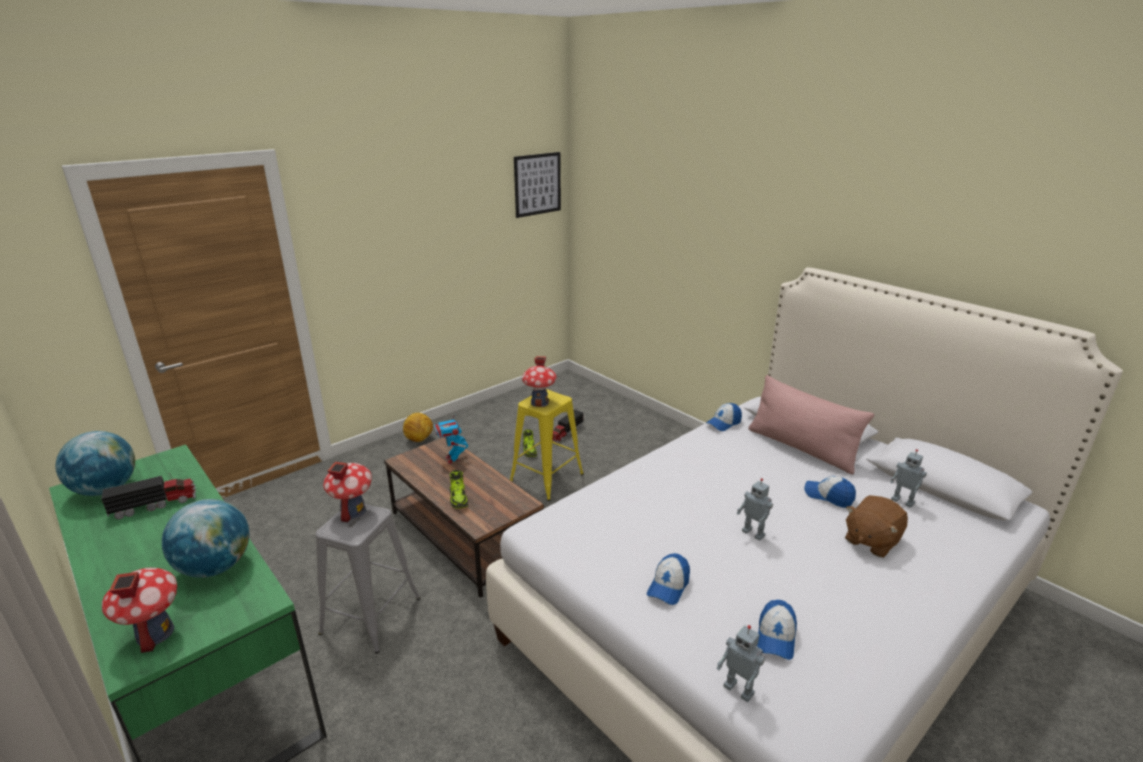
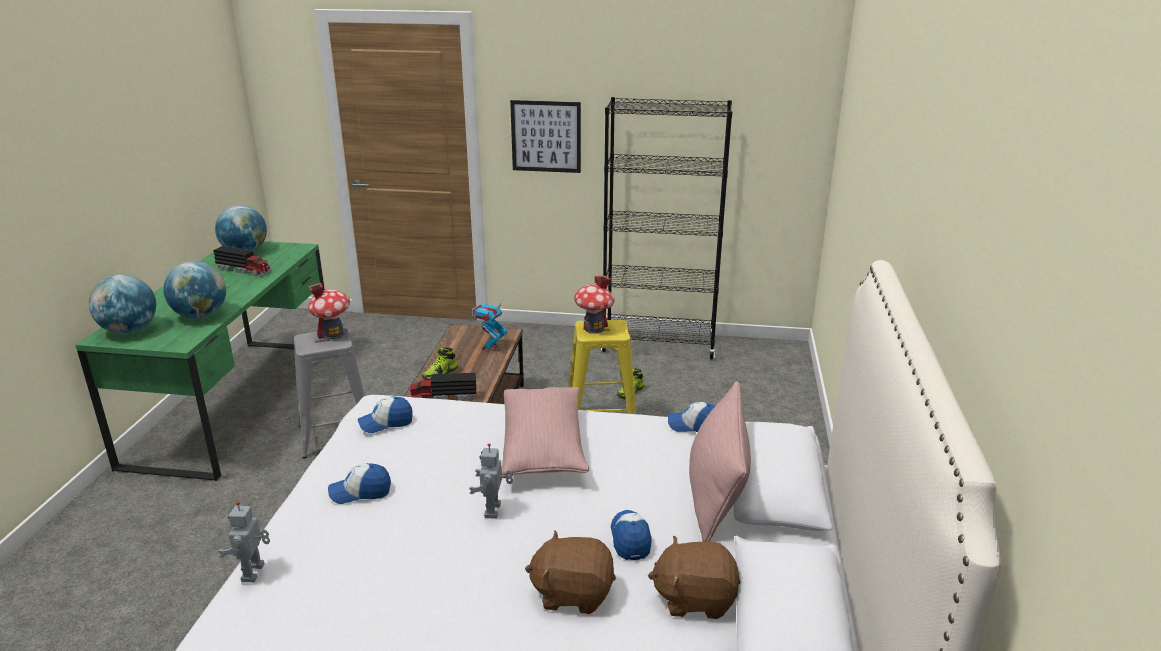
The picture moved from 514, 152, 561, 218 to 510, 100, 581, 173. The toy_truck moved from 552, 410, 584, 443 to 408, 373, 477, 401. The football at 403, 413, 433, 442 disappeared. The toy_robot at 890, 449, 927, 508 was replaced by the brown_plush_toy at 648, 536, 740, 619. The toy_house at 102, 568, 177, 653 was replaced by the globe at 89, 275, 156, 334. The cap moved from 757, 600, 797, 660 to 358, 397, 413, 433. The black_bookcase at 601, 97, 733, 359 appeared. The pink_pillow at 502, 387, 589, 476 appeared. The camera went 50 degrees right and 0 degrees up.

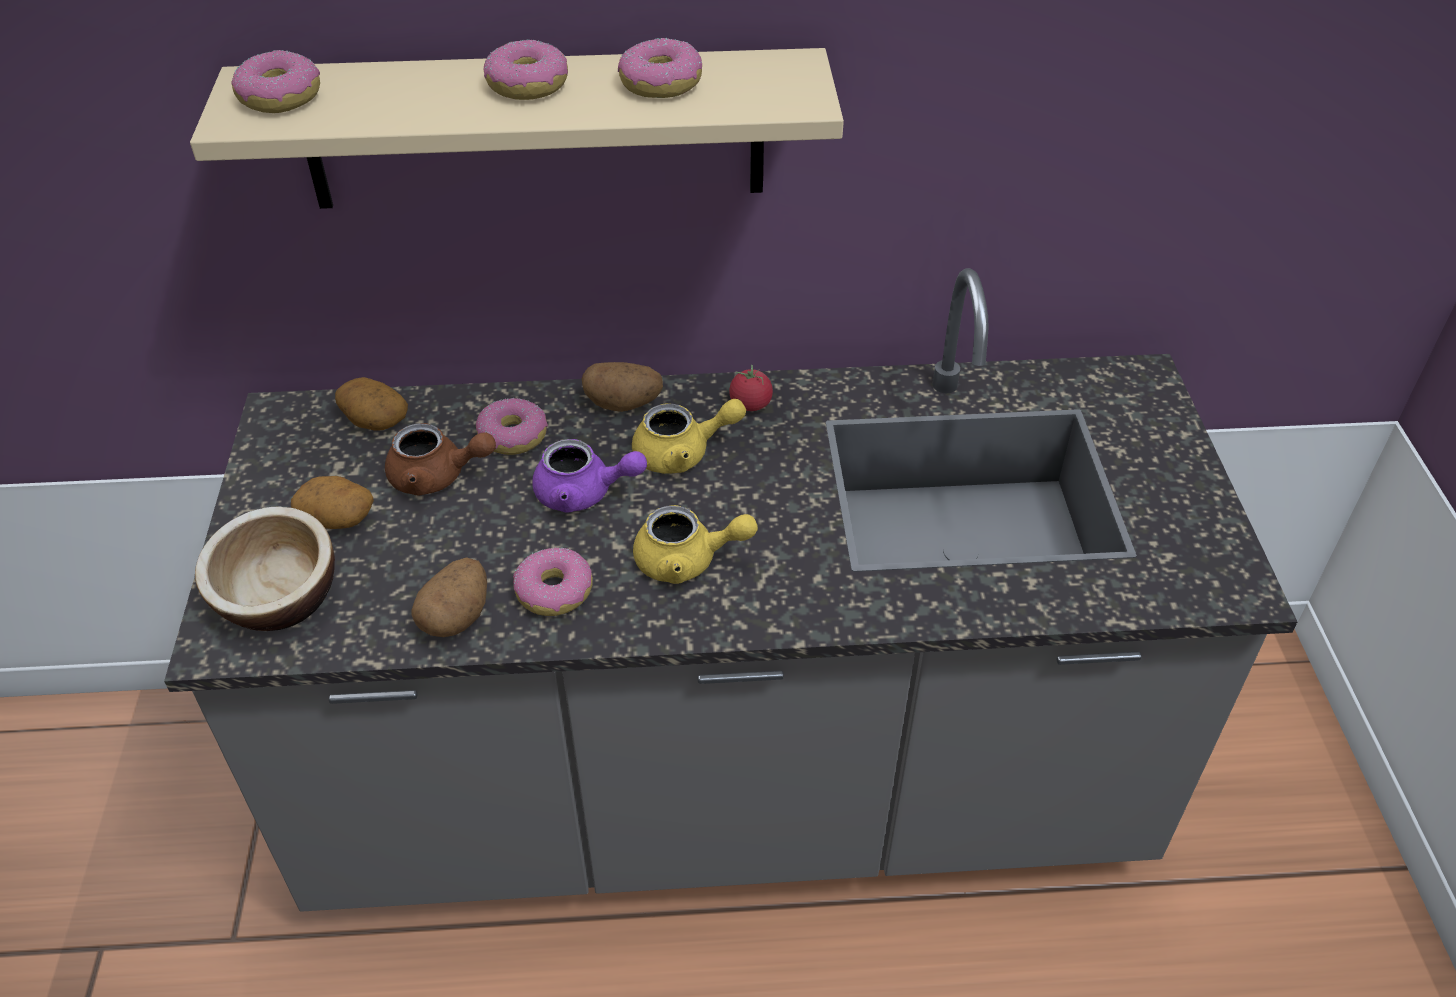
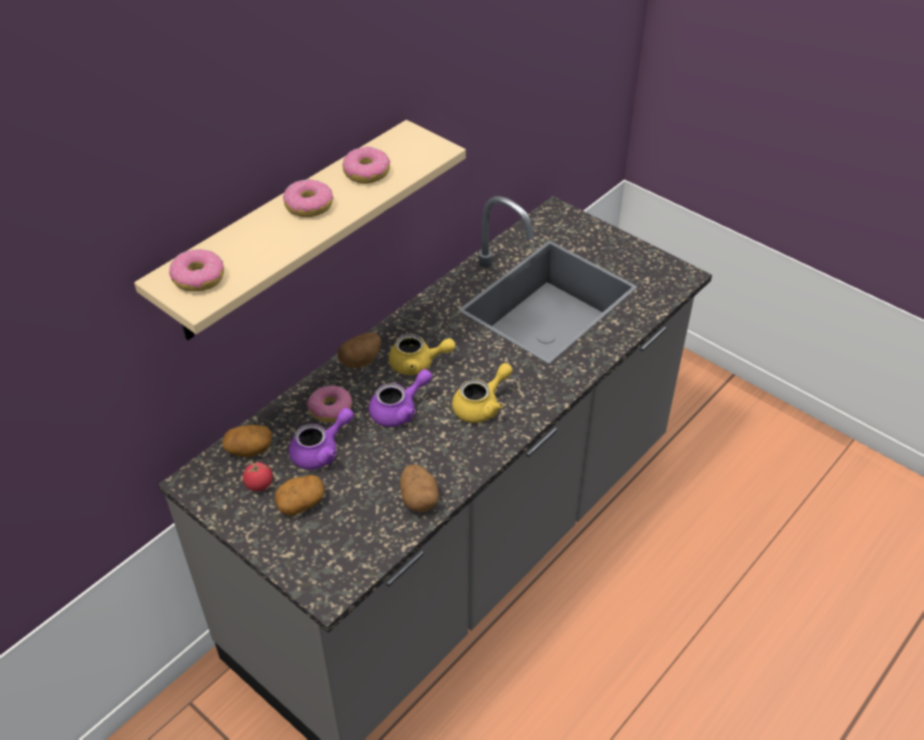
The tomato moved from 729, 365, 773, 411 to 243, 461, 273, 491. The yellow_teapot at 632, 399, 746, 474 turned 60 degrees clockwise. The brown_teapot at 385, 423, 496, 496 became the purple_teapot at 289, 408, 354, 470. The bowl at 195, 507, 335, 631 disappeared. The donut at 513, 547, 593, 616 disappeared. The camera went 45 degrees left and 0 degrees up.

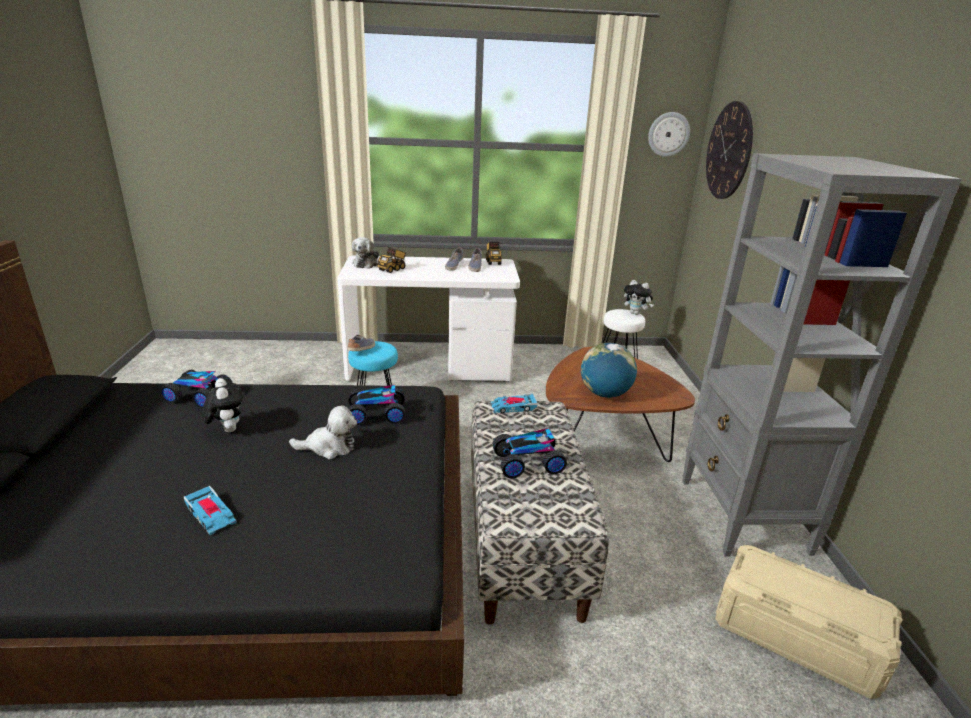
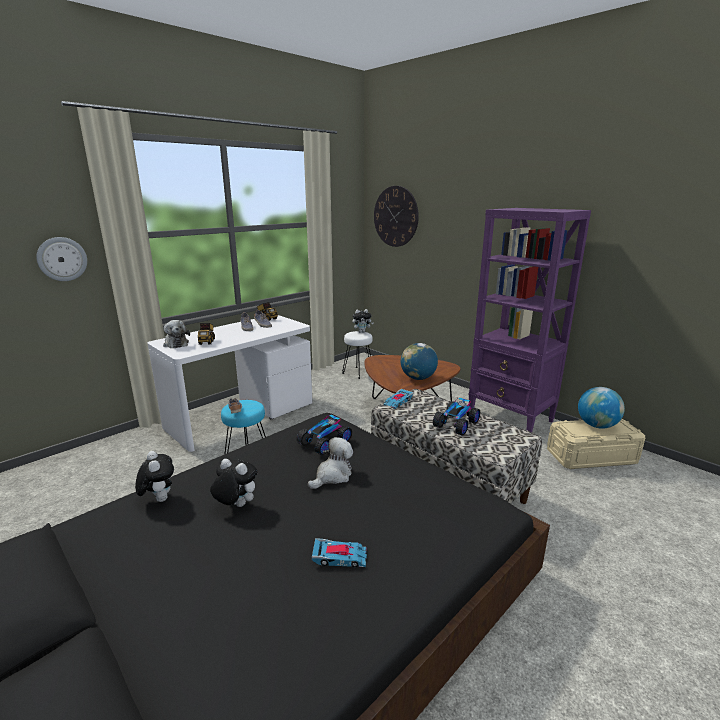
The wall_clock moved from 648, 112, 690, 157 to 36, 237, 87, 281. The grey_bookcase at 682, 153, 962, 556 became the purple_bookcase at 468, 208, 591, 432. The toy_car at 160, 370, 233, 409 was replaced by the plush_toy at 135, 451, 174, 502. The globe at 578, 387, 625, 429 appeared. The camera went 40 degrees left and 5 degrees down.

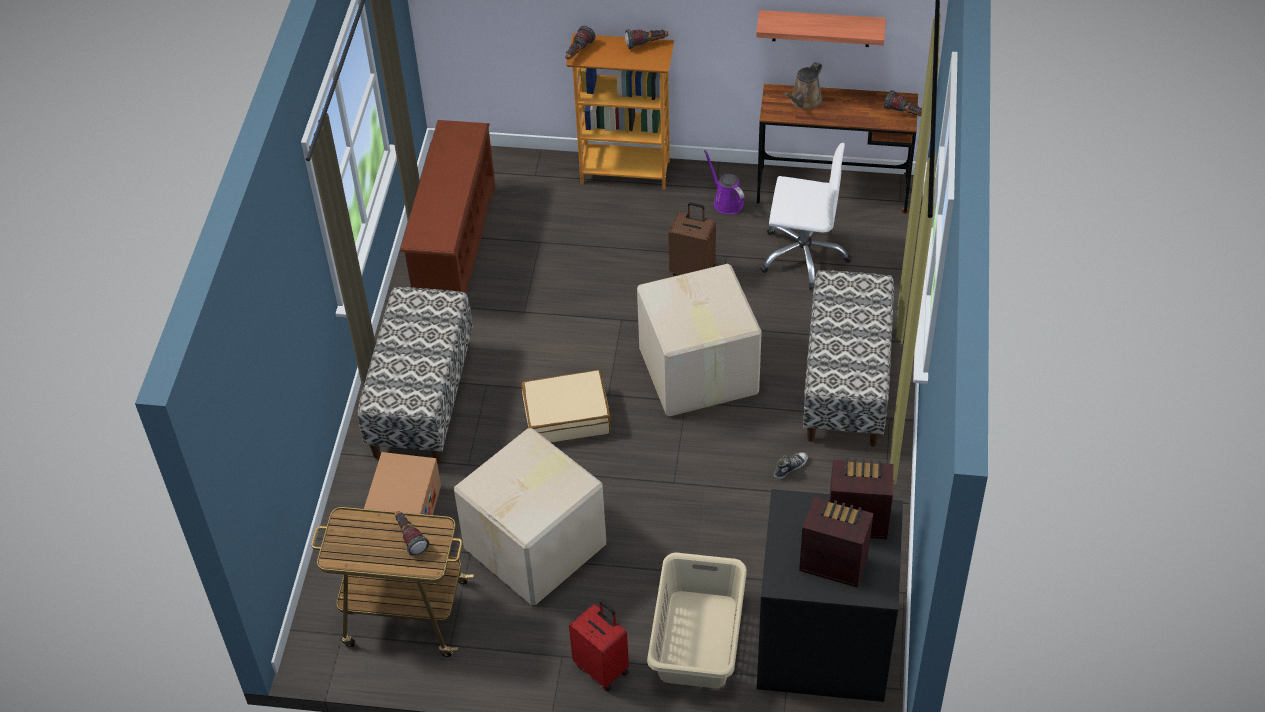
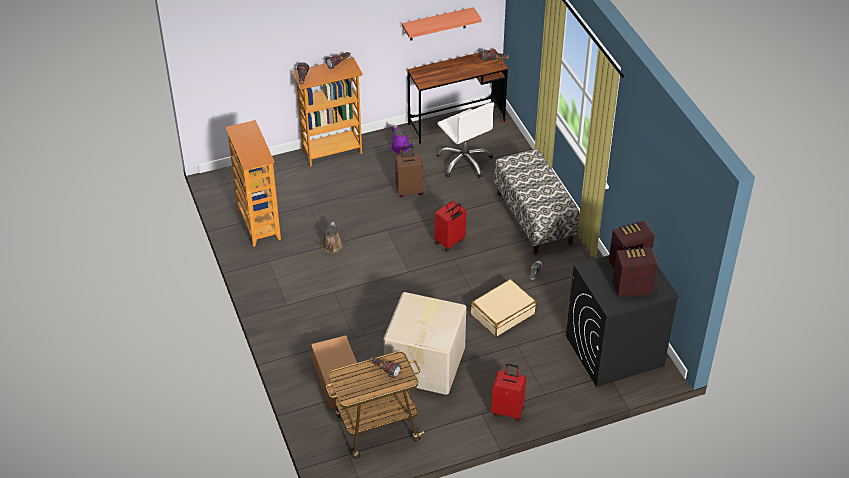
The brown_watering_can moved from 783, 62, 823, 110 to 322, 222, 343, 253. The brown_shoe_rack at 400, 120, 496, 294 was replaced by the bookcase at 225, 120, 281, 247. The white_office_chair at 760, 143, 852, 290 turned 75 degrees clockwise. The purple_watering_can at 704, 150, 744, 214 turned 150 degrees counterclockwise. The cardboard_box at 637, 264, 762, 416 was replaced by the red_suitcase at 435, 201, 466, 252. The bench at 358, 287, 473, 464 disappeared. The beige_suitcase moved from 521, 370, 611, 443 to 471, 279, 536, 337. The beige_laundry_basket at 647, 553, 747, 688 disappeared. The camera went 30 degrees left and 5 degrees down.

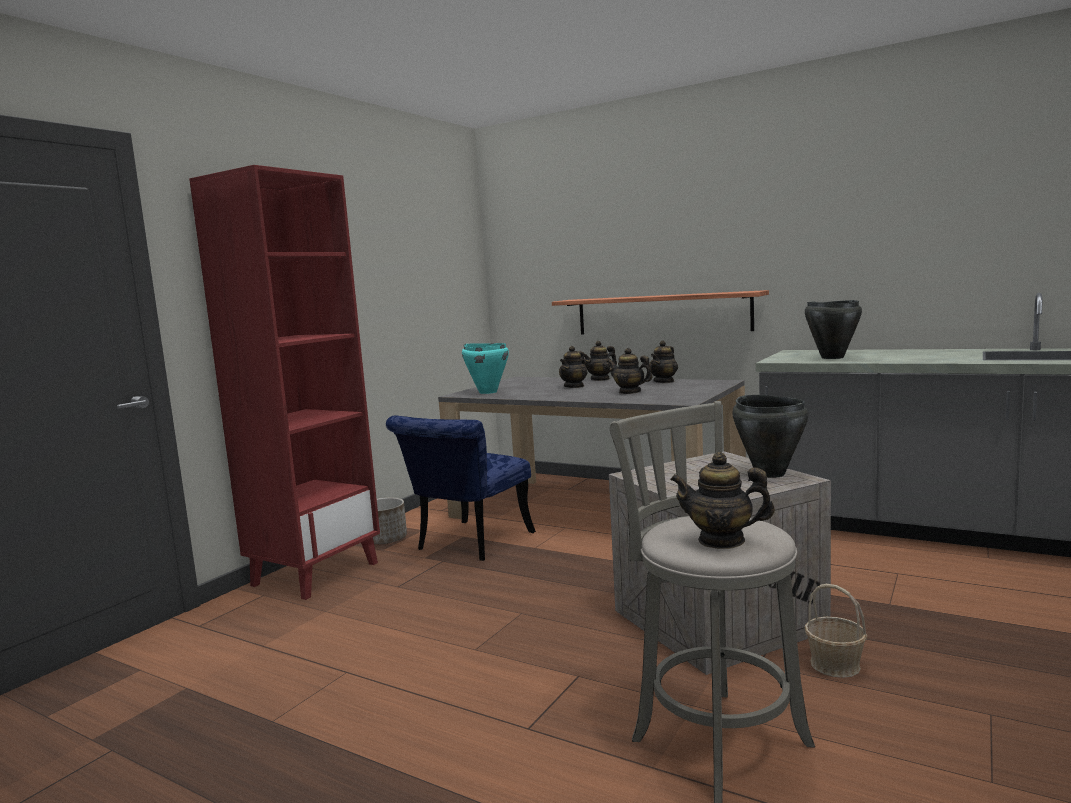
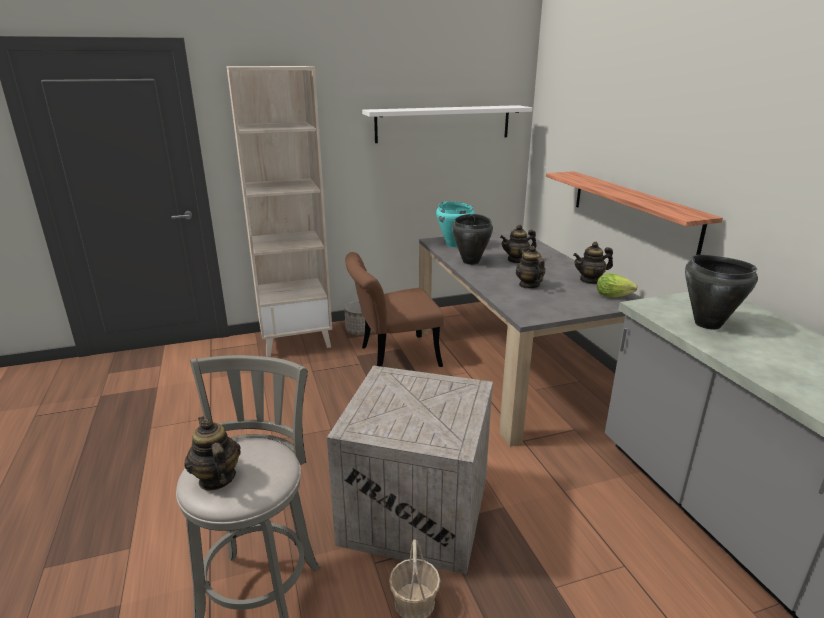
The red_bookcase at 189, 165, 380, 600 became the beige_bookcase at 226, 66, 332, 357. The teapot at 584, 341, 617, 381 disappeared. The black_cooking_pot moved from 732, 395, 808, 478 to 452, 214, 493, 265. The blue_chair at 386, 416, 536, 561 became the brown_chair at 345, 252, 444, 367. The white_shelf at 362, 105, 532, 143 appeared. The lettuce at 597, 273, 638, 298 appeared. The camera went 40 degrees right and 15 degrees up.

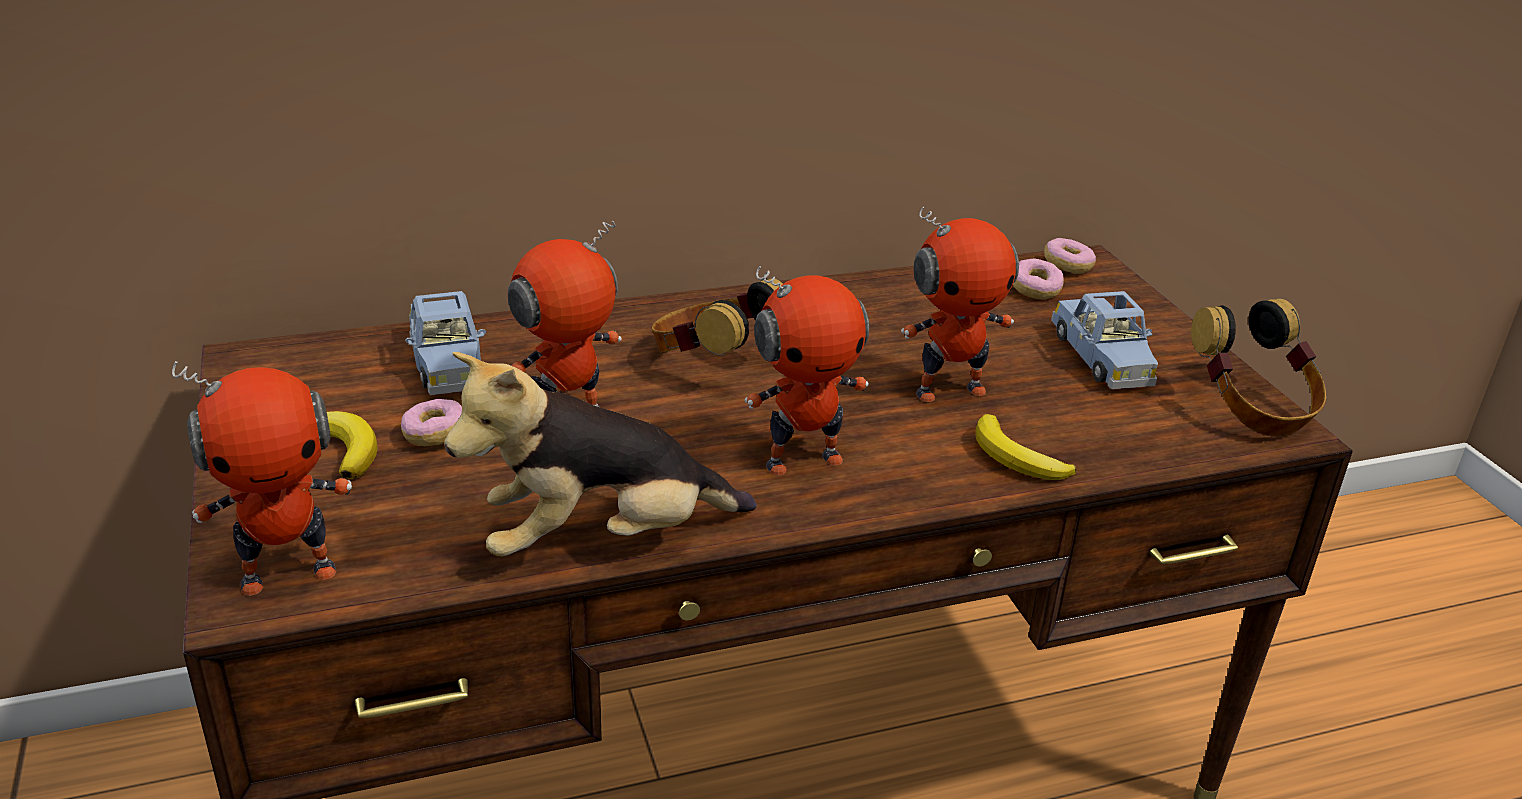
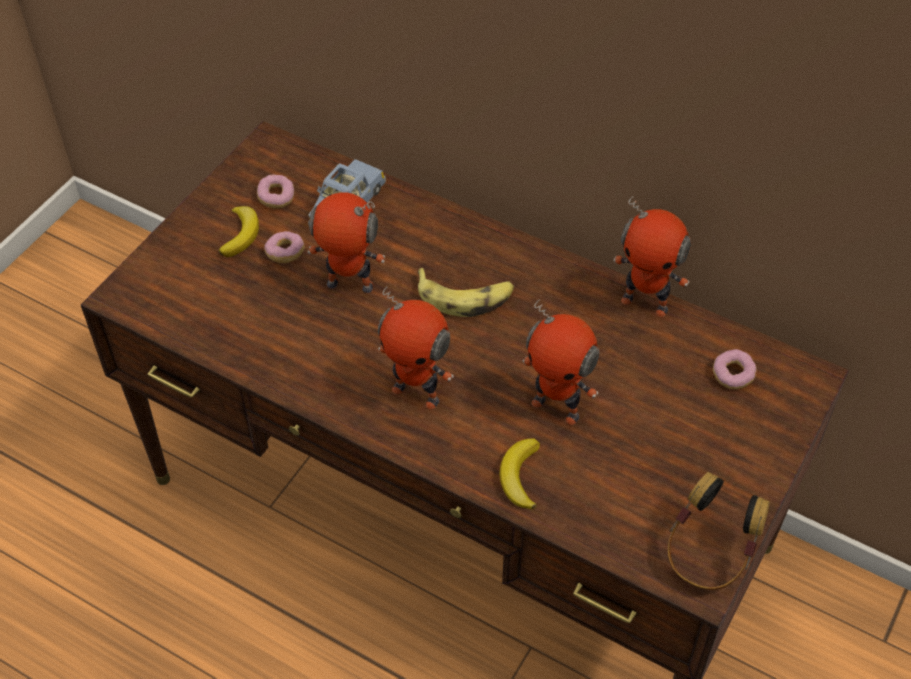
The donut moved from 1044, 238, 1096, 273 to 257, 174, 294, 209. The headphones at 652, 278, 783, 355 was replaced by the banana at 418, 268, 514, 317. The blue_toy_car at 1051, 291, 1158, 389 disappeared. The plush_toy at 445, 352, 757, 557 disappeared. The toy_robot moved from 172, 361, 352, 596 to 613, 196, 691, 317. The camera went 50 degrees right and 20 degrees up.

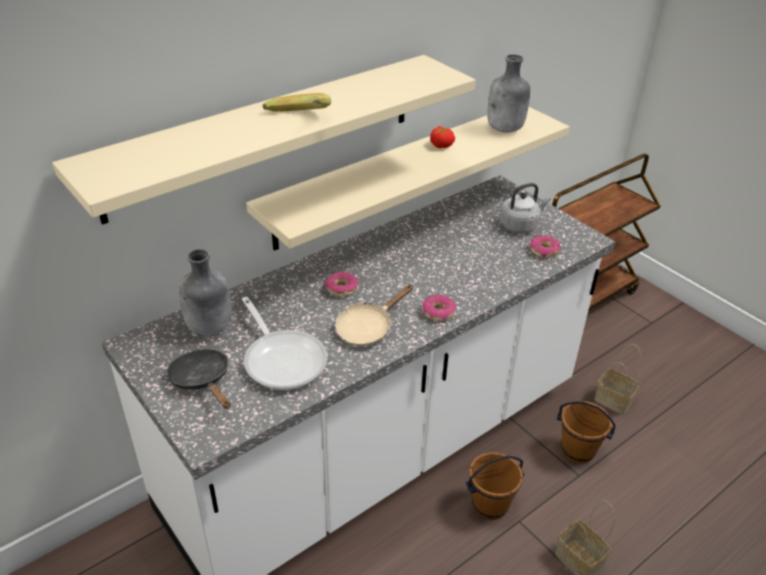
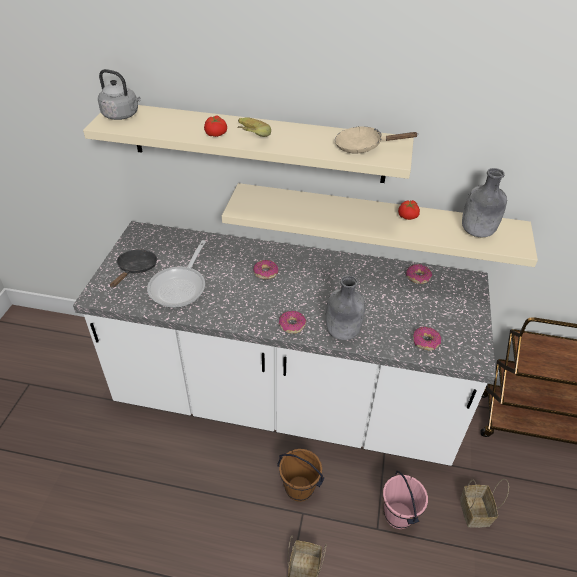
The grey_kettle moved from 500, 183, 551, 233 to 98, 69, 141, 120. The grey_bottle moved from 179, 249, 232, 336 to 326, 275, 365, 340. The beige_frying_pan moved from 335, 285, 413, 346 to 335, 126, 419, 154. The brown_bucket at 557, 401, 616, 464 became the pink_bucket at 383, 470, 428, 529. The tomato at 204, 115, 227, 137 appeared. The donut at 406, 264, 432, 284 appeared. The camera went 50 degrees right and 5 degrees up.

